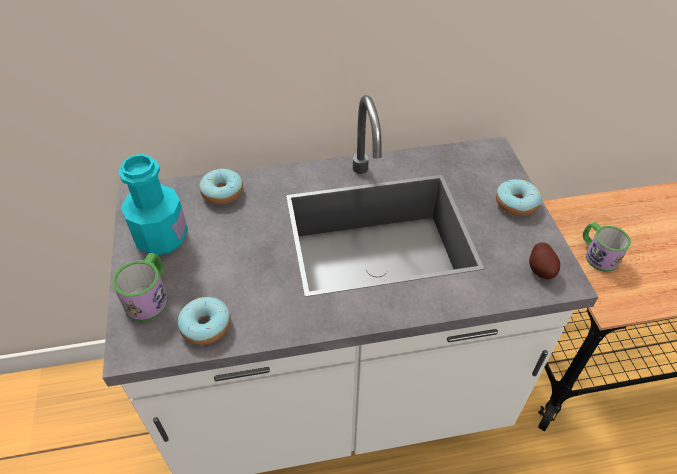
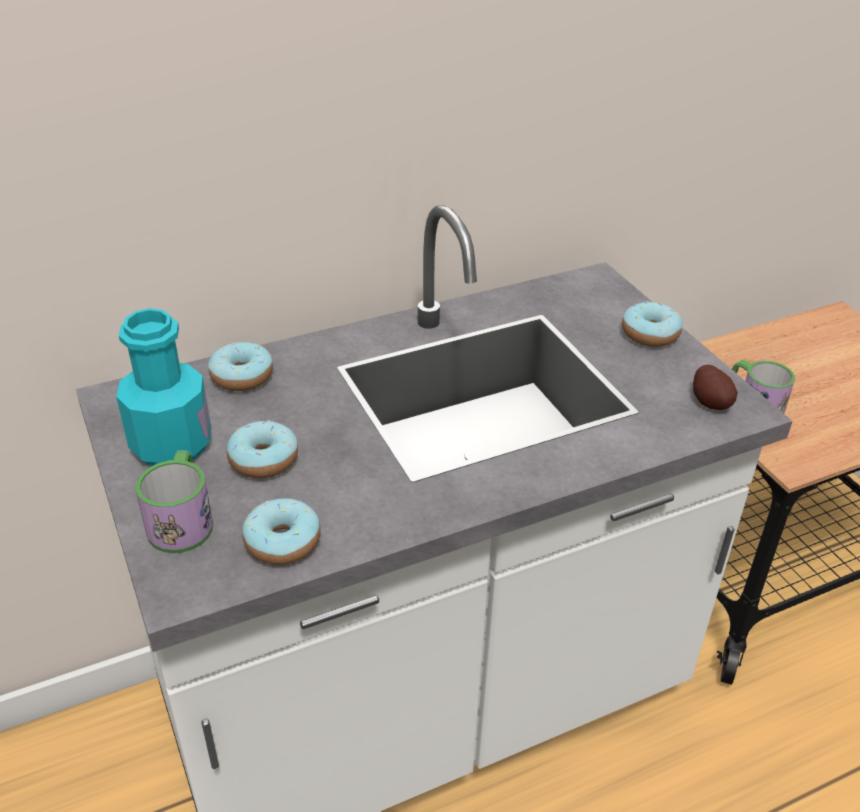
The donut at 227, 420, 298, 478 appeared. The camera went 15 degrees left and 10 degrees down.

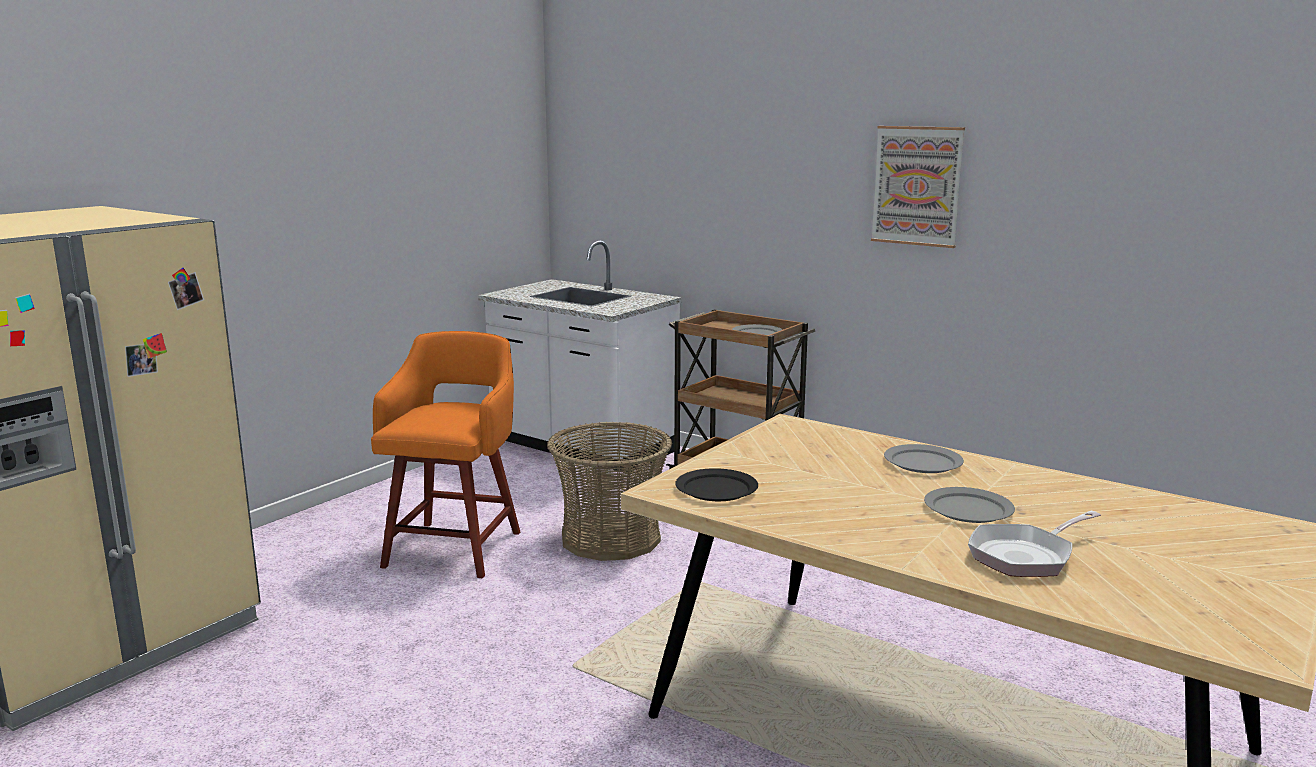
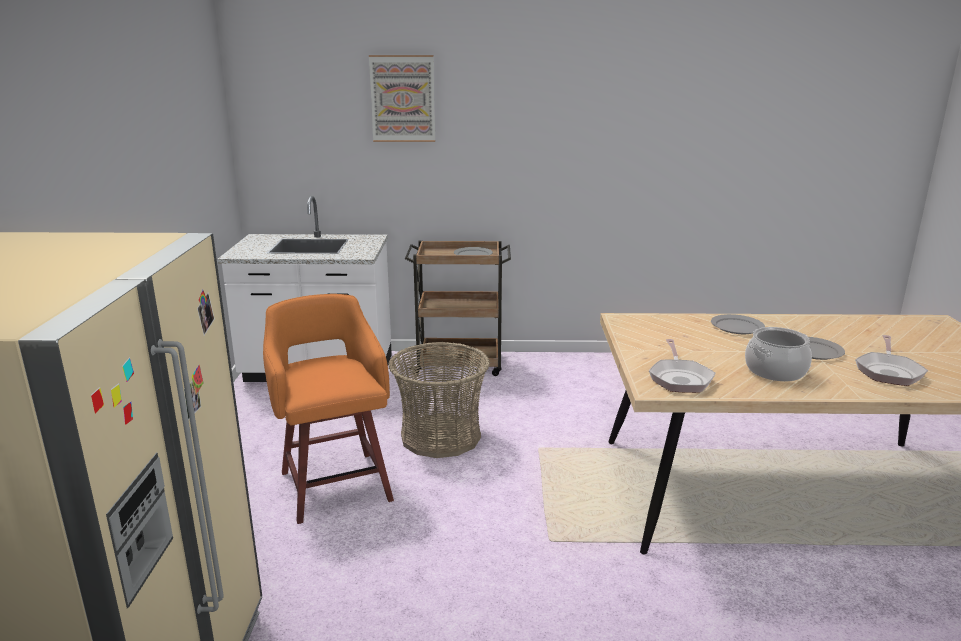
The picture moved from 871, 126, 965, 248 to 369, 55, 435, 142. The black_plate at 675, 468, 758, 501 was replaced by the frying_pan at 649, 339, 716, 393. The cooking_pot at 745, 327, 812, 381 appeared. The camera went 35 degrees left and 5 degrees up.

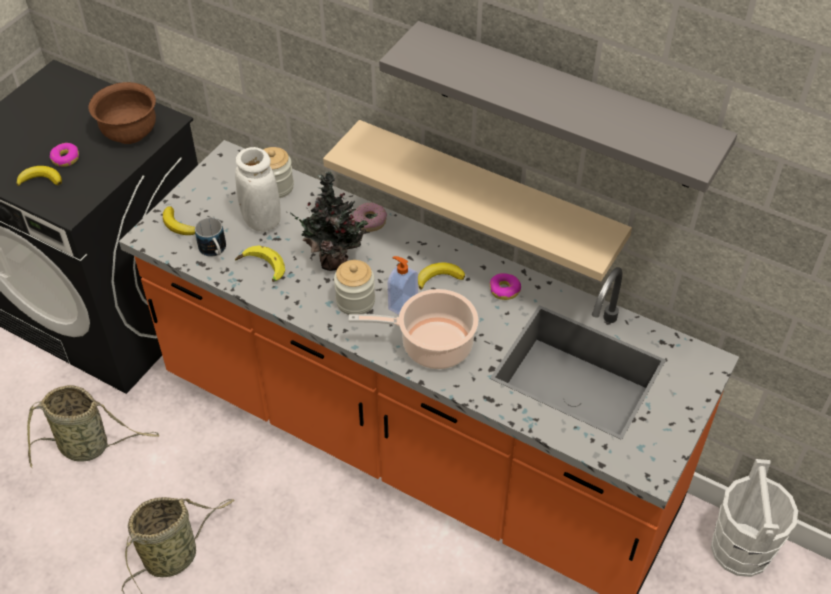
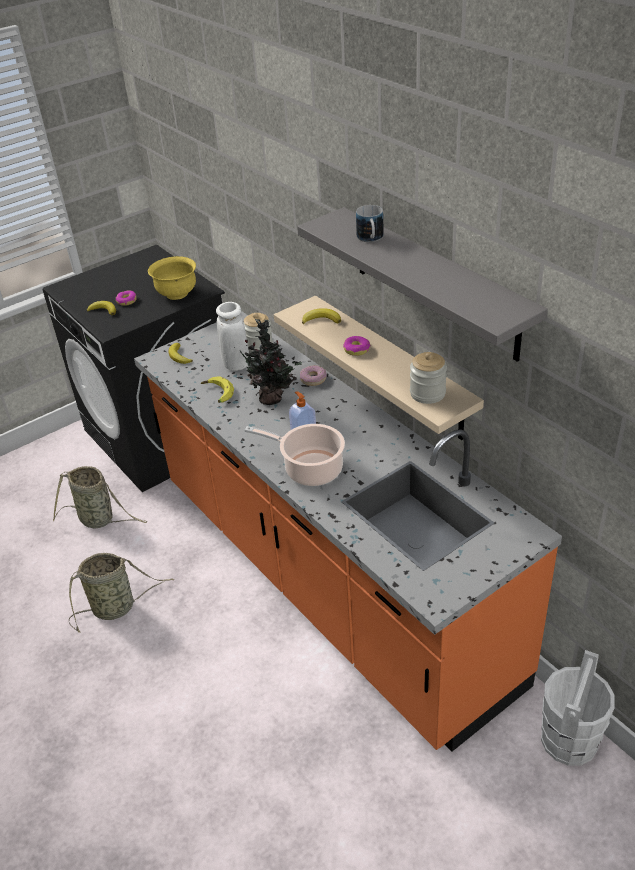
The brown_bowl at 88, 82, 156, 144 became the yellow_bowl at 148, 256, 196, 300. The mug moved from 195, 218, 226, 257 to 356, 205, 384, 242. The jar moved from 334, 260, 375, 315 to 410, 352, 447, 404. The banana moved from 418, 263, 465, 290 to 302, 308, 341, 324. The donut moved from 490, 273, 521, 300 to 343, 336, 371, 356. The camera went 25 degrees right and 10 degrees down.

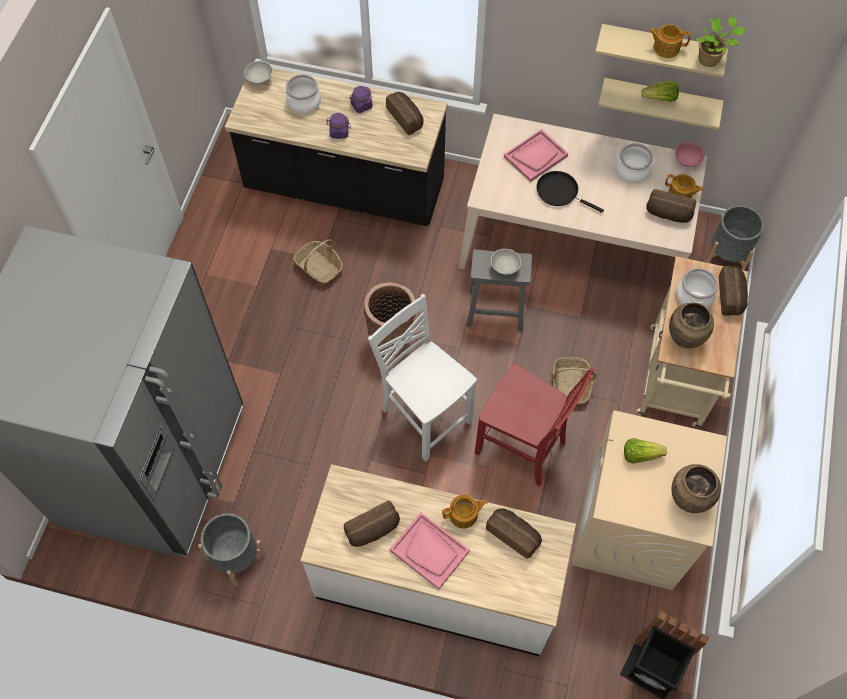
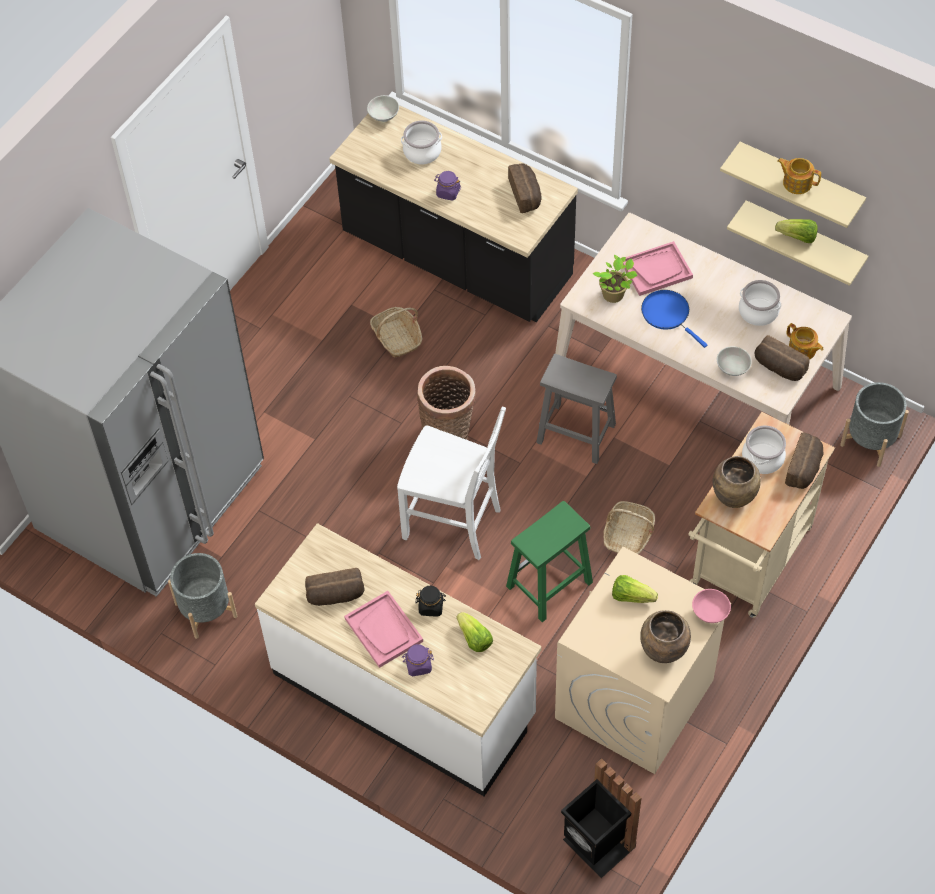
The potted_plant moved from 696, 16, 746, 67 to 593, 255, 637, 303. The purple_jar moved from 349, 86, 372, 113 to 402, 644, 434, 676. The pink_bowl moved from 675, 143, 704, 167 to 692, 589, 731, 623. The black_frying_pan at 536, 171, 604, 213 became the blue_frying_pan at 641, 290, 707, 348. The white_bowl moved from 491, 249, 521, 275 to 717, 346, 752, 376. The white_chair at 368, 294, 477, 462 turned 135 degrees clockwise. The red_chair at 475, 364, 595, 486 was replaced by the green_stool at 506, 501, 593, 622. The teapot at 442, 494, 487, 529 was replaced by the black_jar at 416, 585, 446, 616. The bread at 486, 509, 542, 559 was replaced by the lettuce at 457, 612, 493, 652. The camera went 20 degrees right and 5 degrees down.

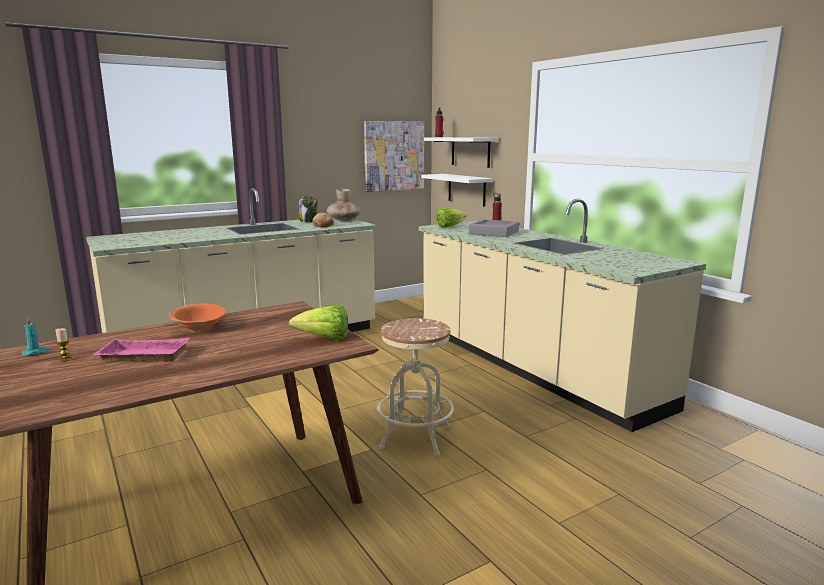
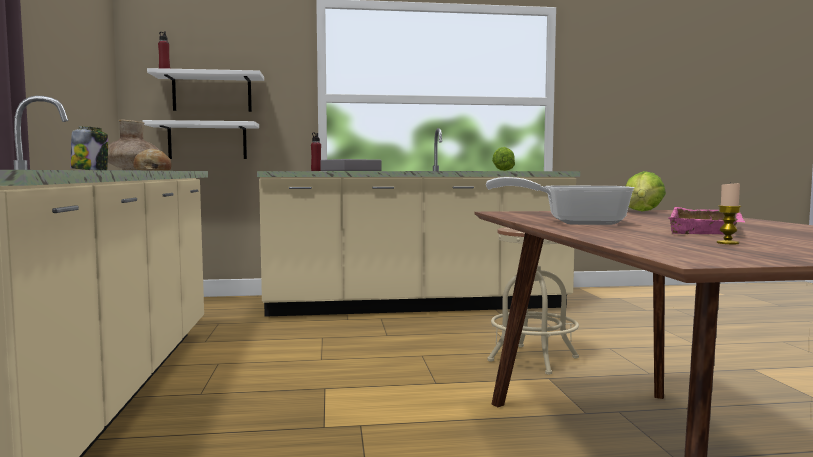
The picture at 364, 121, 424, 192 disappeared. The lettuce moved from 436, 207, 466, 227 to 492, 147, 515, 171. The orange_bowl at 169, 303, 226, 331 was replaced by the frying_pan at 486, 177, 634, 225. The turquoise_candle at 22, 317, 49, 356 disappeared. The camera went 65 degrees left and 10 degrees down.

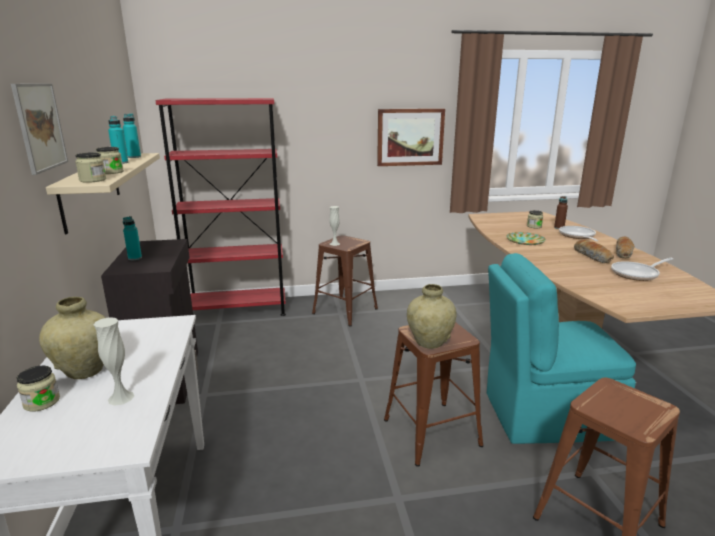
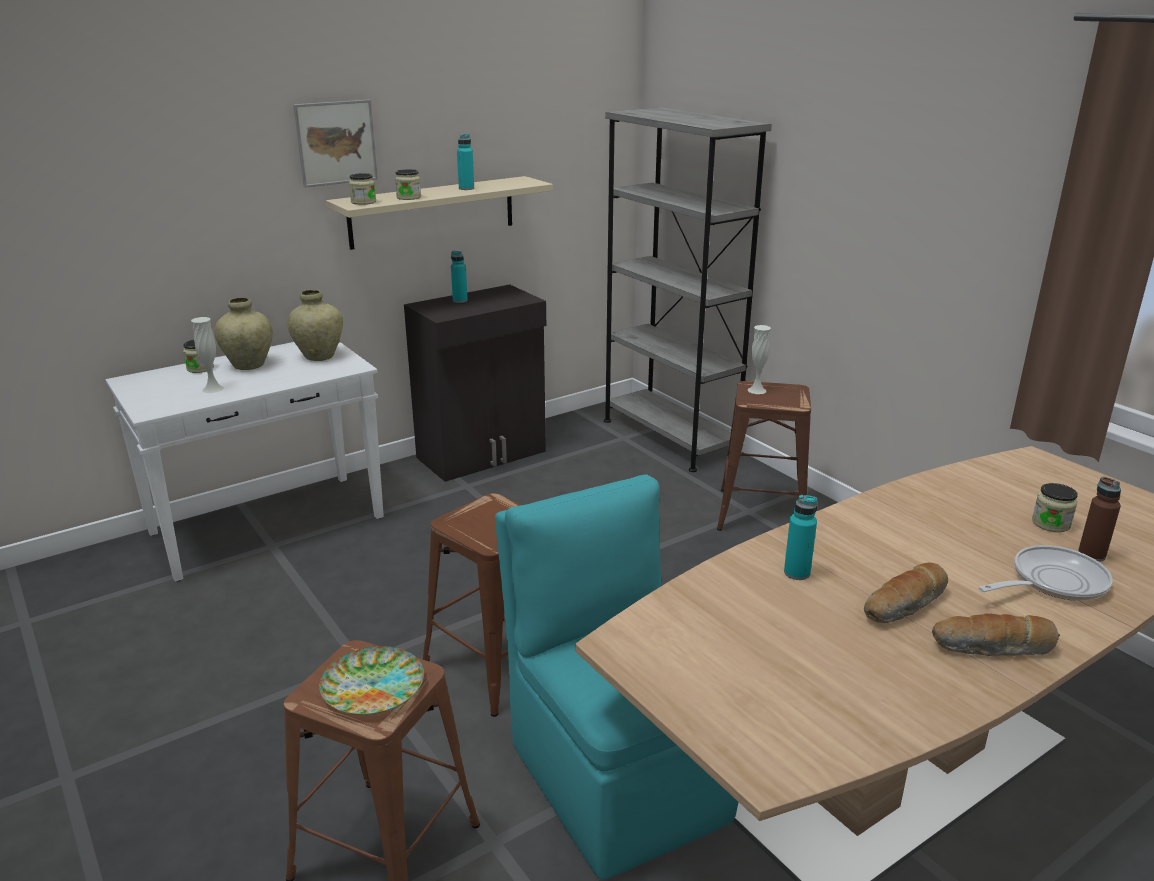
The red_bookcase at 155, 98, 286, 316 became the grey_bookcase at 604, 107, 772, 472. The picture at 377, 108, 445, 166 disappeared. The turquoise_bottle moved from 123, 114, 141, 158 to 784, 495, 818, 580. The plate moved from 506, 232, 546, 245 to 319, 646, 424, 716. The frying_pan at 611, 258, 673, 281 disappeared. The beige_vase moved from 407, 284, 457, 349 to 288, 290, 343, 361. The camera went 65 degrees right and 5 degrees up.

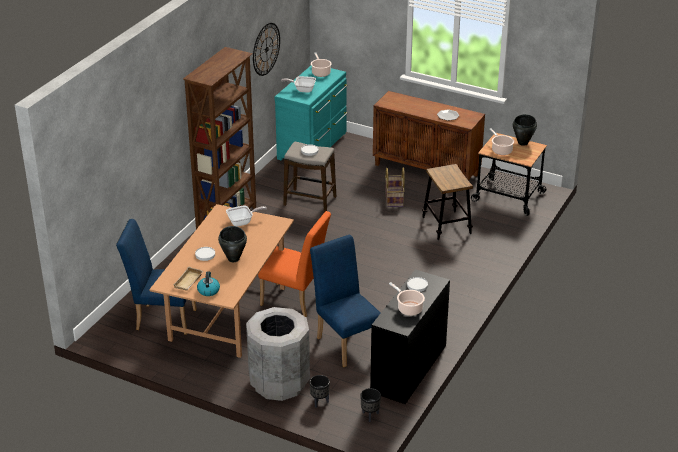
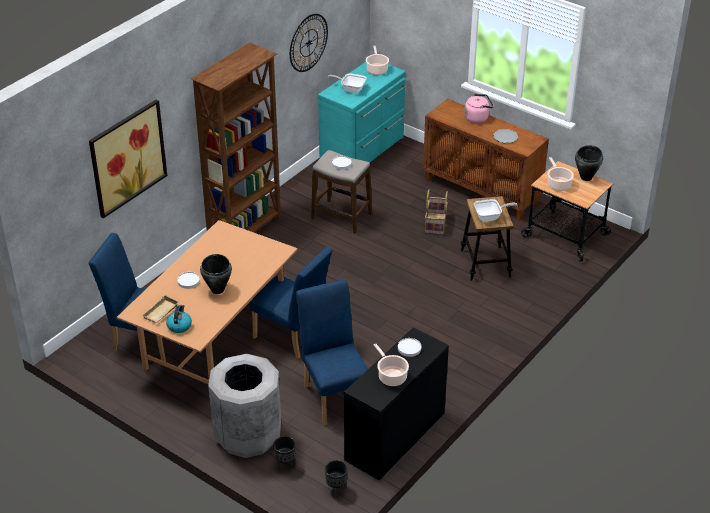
The frying_pan moved from 226, 205, 267, 227 to 474, 199, 517, 222. The orange_chair at 258, 211, 331, 317 became the blue_chair at 250, 246, 332, 359. The pink_kettle at 464, 94, 494, 123 appeared. The picture at 89, 99, 167, 218 appeared. The camera went 10 degrees right and 5 degrees up.

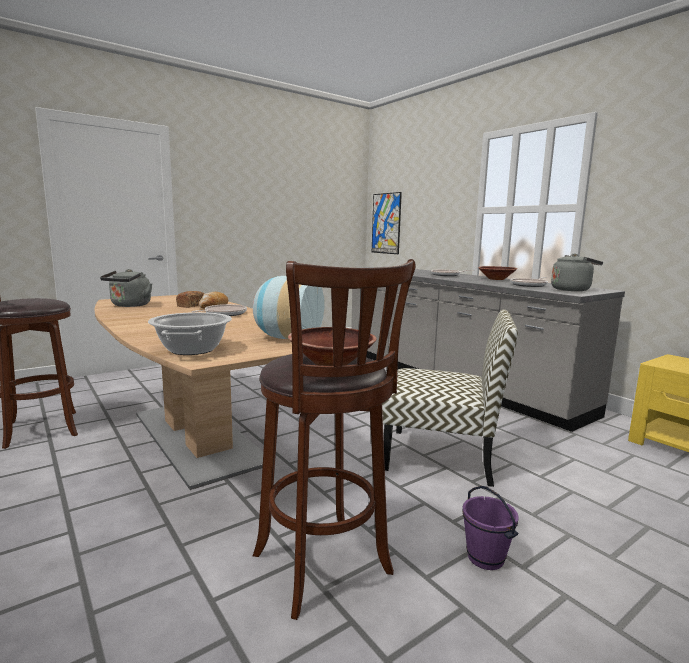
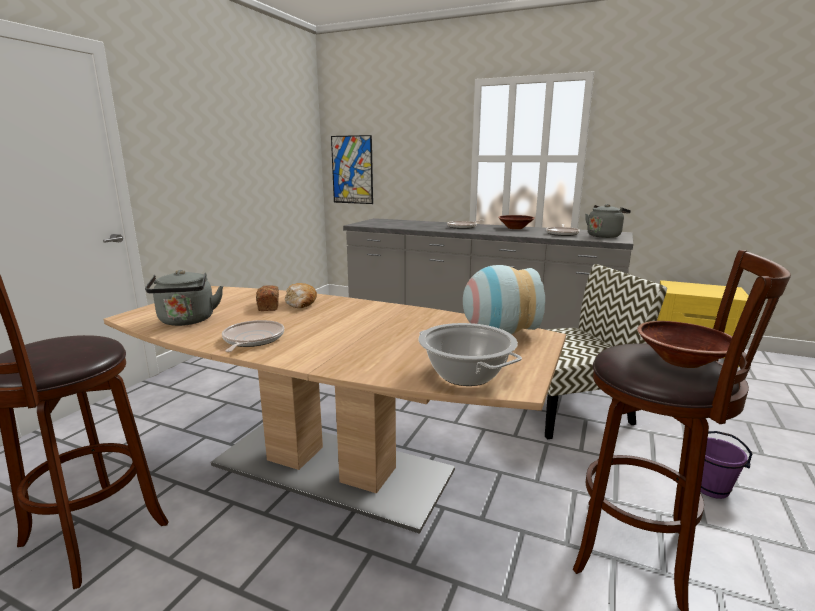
The frying_pan moved from 191, 304, 247, 316 to 222, 320, 284, 352. The camera went 30 degrees left and 5 degrees up.

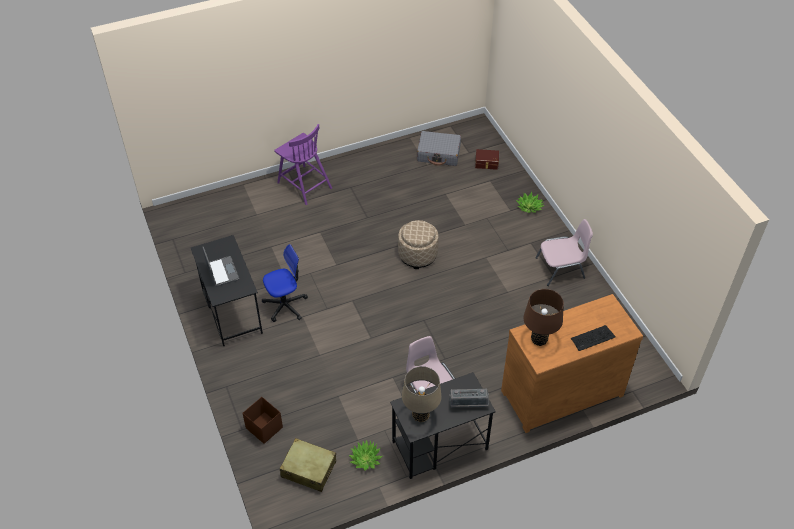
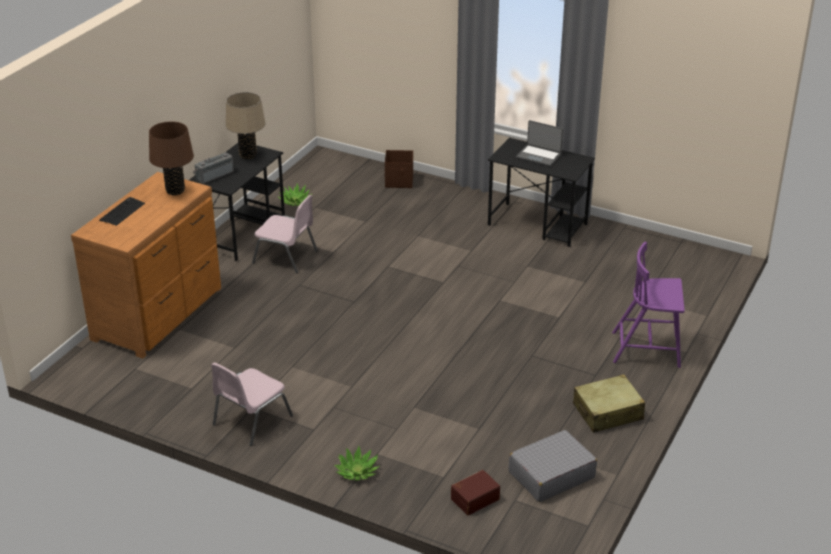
The beige_ottoman at 398, 220, 439, 269 disappeared. The office_chair at 262, 244, 308, 322 disappeared. The beige_suitcase moved from 280, 438, 336, 492 to 573, 374, 645, 433. The camera went 140 degrees right and 15 degrees down.

